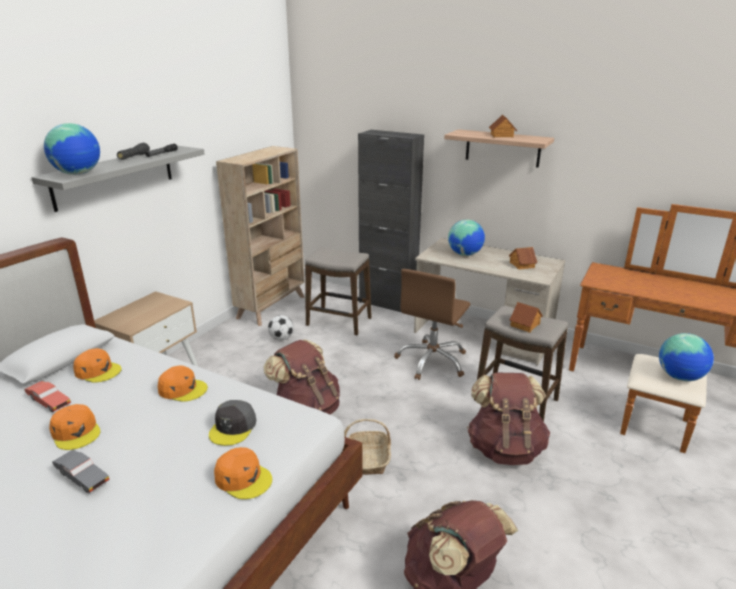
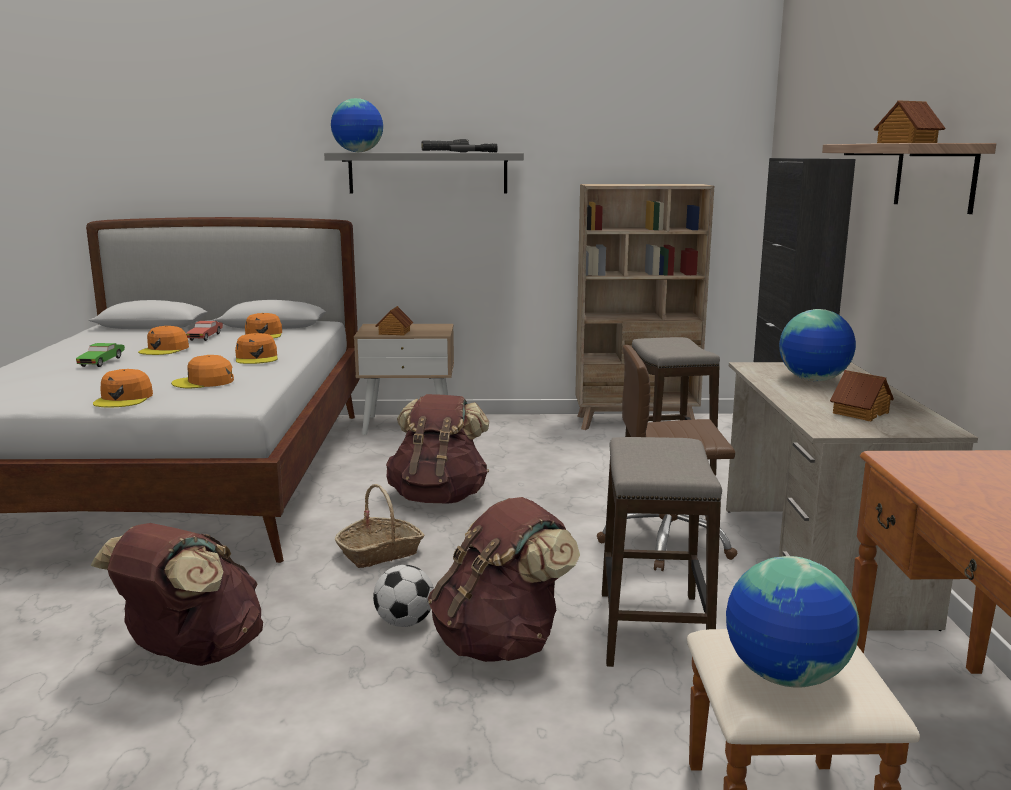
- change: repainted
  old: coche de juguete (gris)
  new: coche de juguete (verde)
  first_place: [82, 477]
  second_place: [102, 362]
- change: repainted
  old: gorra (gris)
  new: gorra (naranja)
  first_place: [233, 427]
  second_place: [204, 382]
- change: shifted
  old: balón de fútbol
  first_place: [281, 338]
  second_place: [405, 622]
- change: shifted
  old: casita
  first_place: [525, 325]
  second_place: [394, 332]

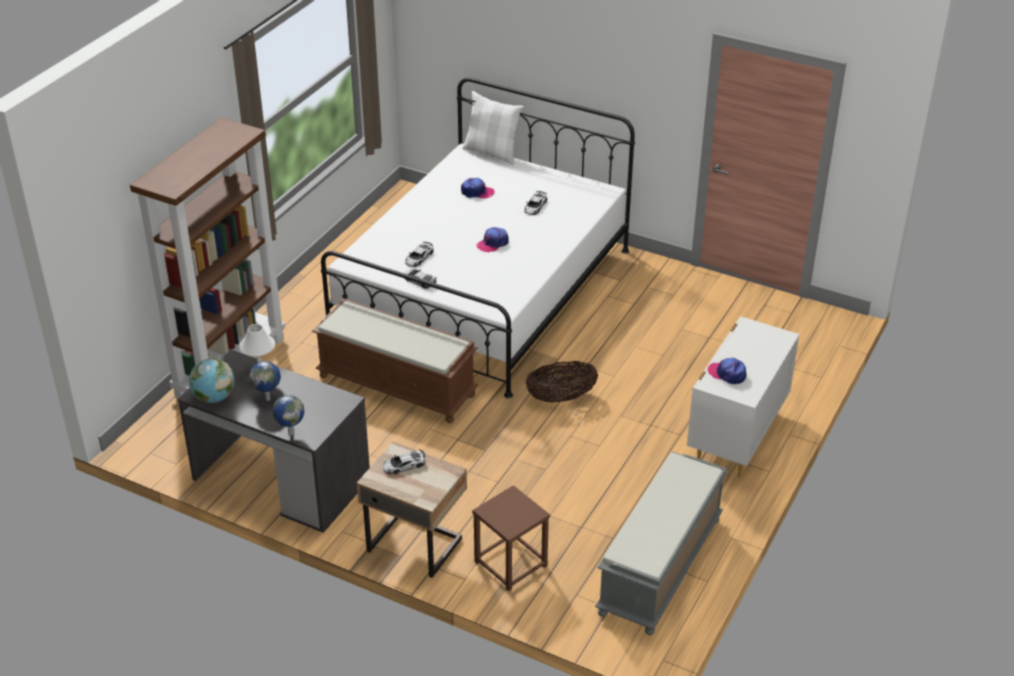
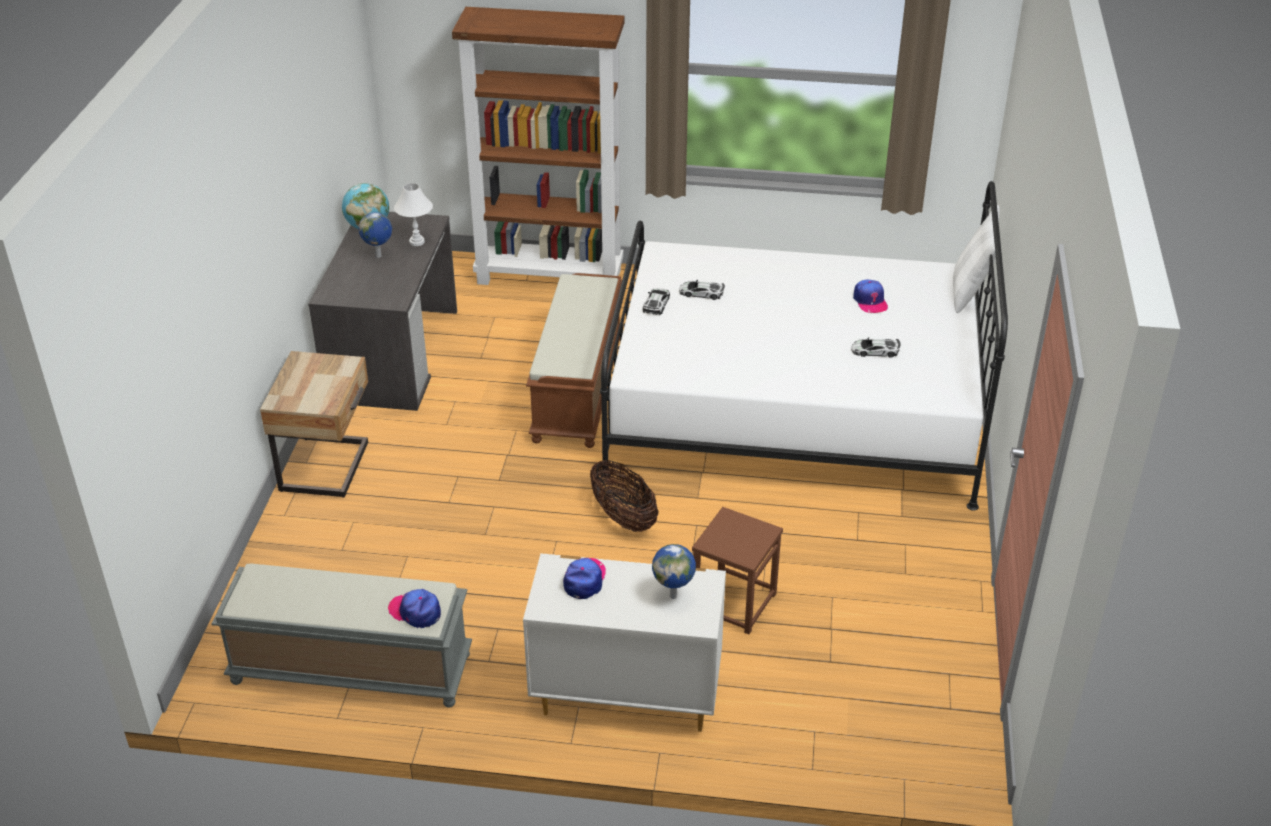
- change: shifted
  old: globo terráqueo
  first_place: [291, 433]
  second_place: [674, 596]
- change: gone
  old: coche de juguete
  first_place: [404, 465]
- change: shifted
  old: taburete (marrón)
  first_place: [510, 564]
  second_place: [733, 602]
- change: shifted
  old: gorra
  first_place: [492, 243]
  second_place: [415, 611]

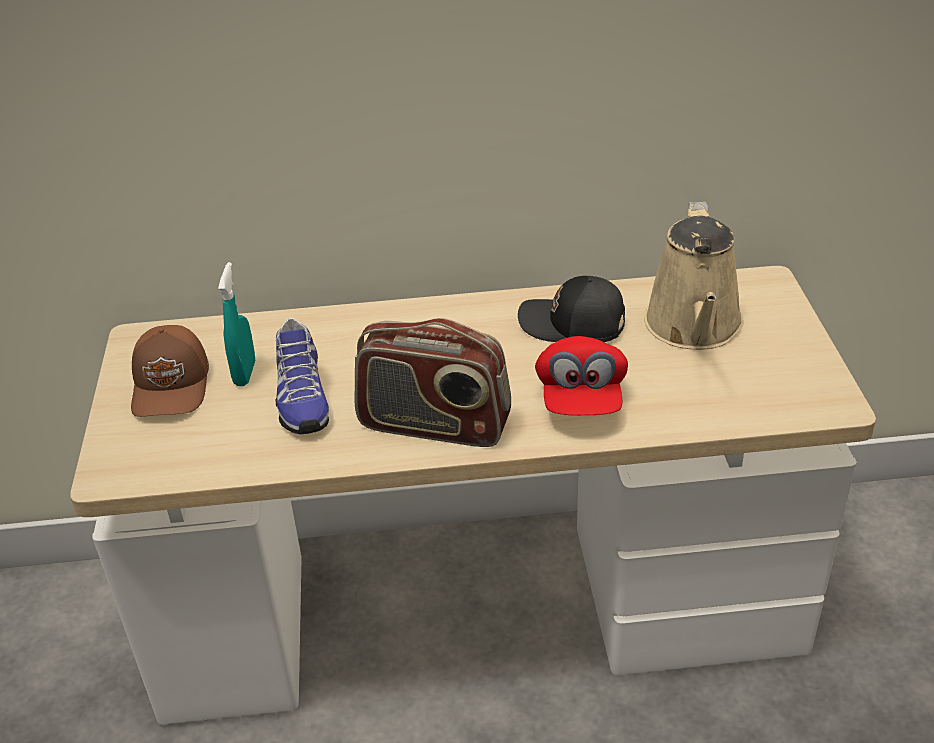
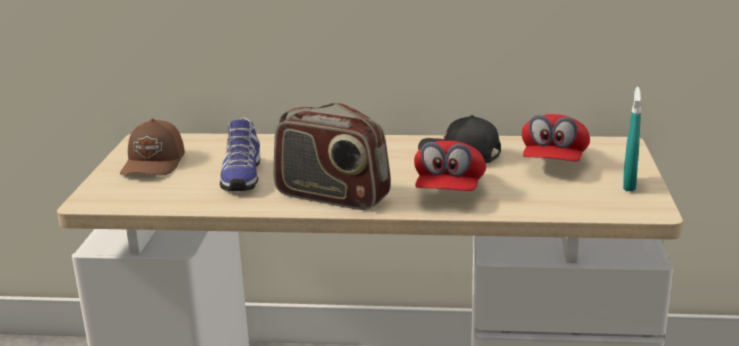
- change: shifted
  old: pulverizador (turquesa)
  first_place: [245, 373]
  second_place: [629, 184]
- change: swapped
  old: regadera (beis)
  new: gorra (rojo)
  first_place: [694, 327]
  second_place: [553, 163]

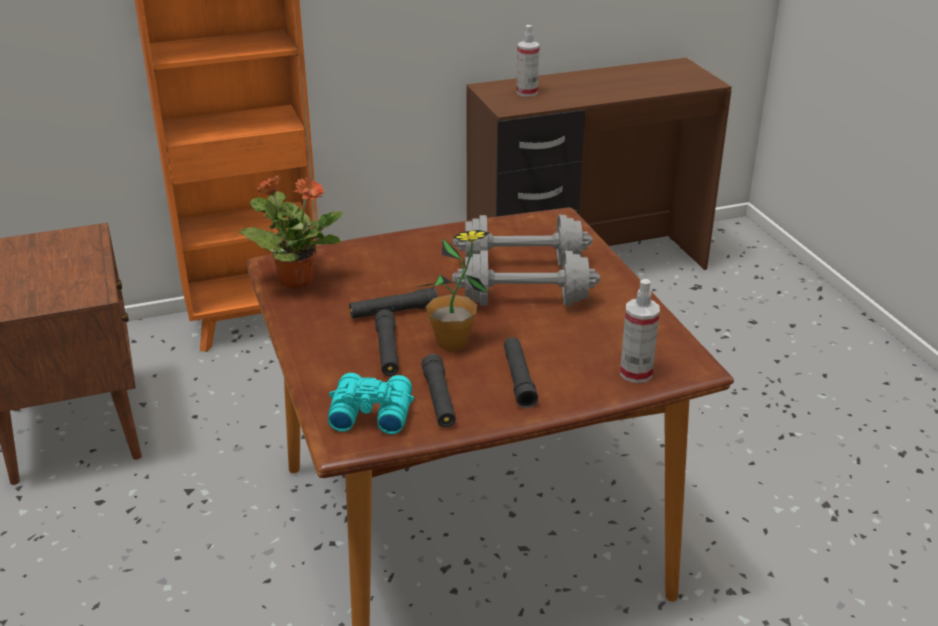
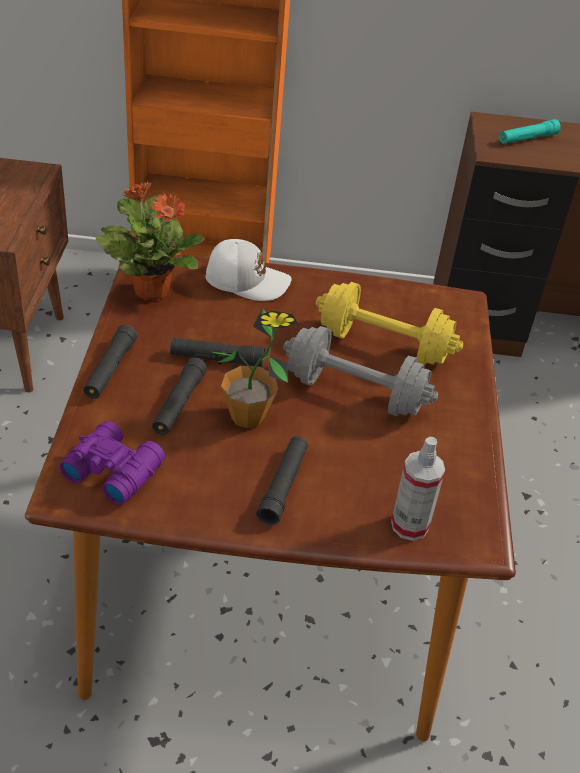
- change: repainted
  old: prismáticos (turquesa)
  new: prismáticos (morado)
  first_place: [370, 412]
  second_place: [113, 469]
- change: shifted
  old: linterna (negro)
  first_place: [439, 399]
  second_place: [110, 369]
- change: repainted
  old: mancuerna (gris)
  new: mancuerna (amarillo)
  first_place: [522, 263]
  second_place: [384, 345]
- change: swapped
  old: pulverizador
  new: linterna (turquesa)
  first_place: [527, 92]
  second_place: [527, 139]
- change: new
  new: gorra (blanco)
  second_place: [247, 280]

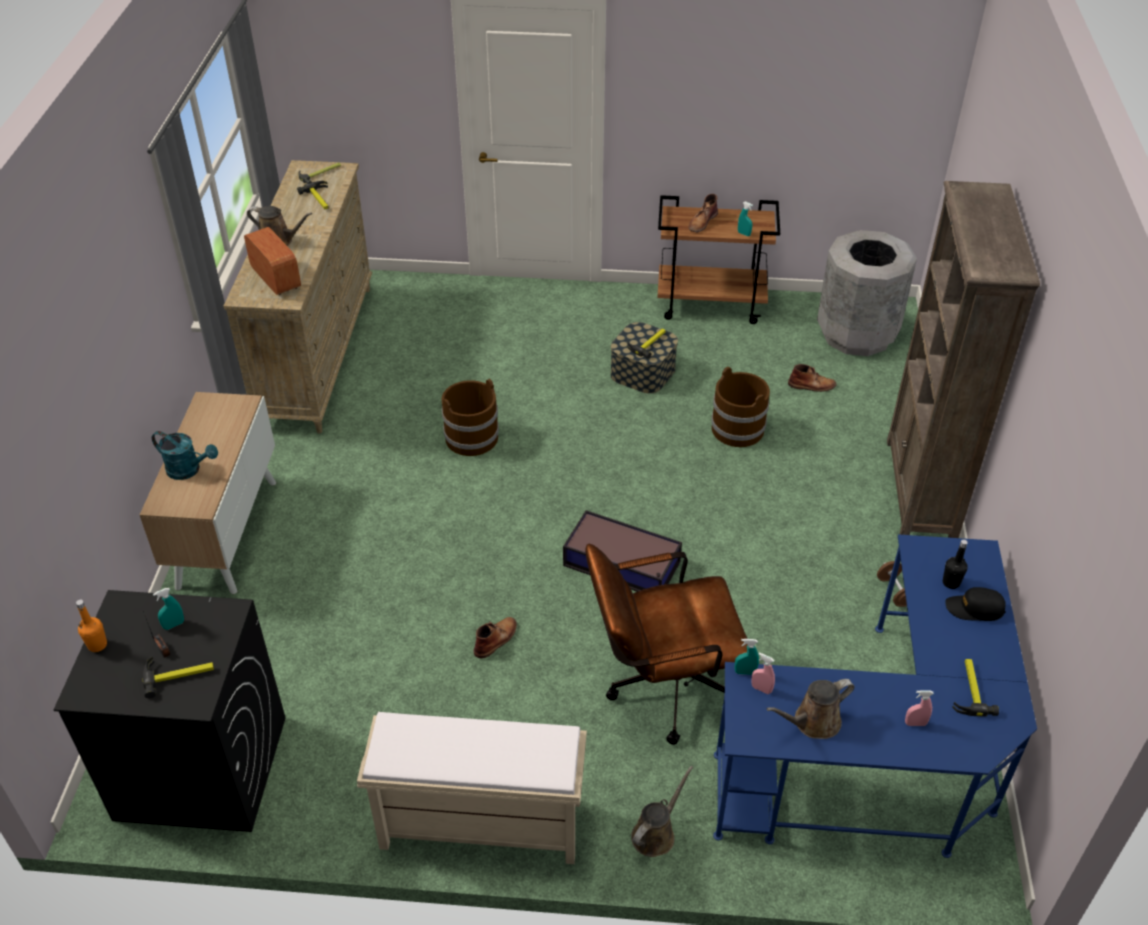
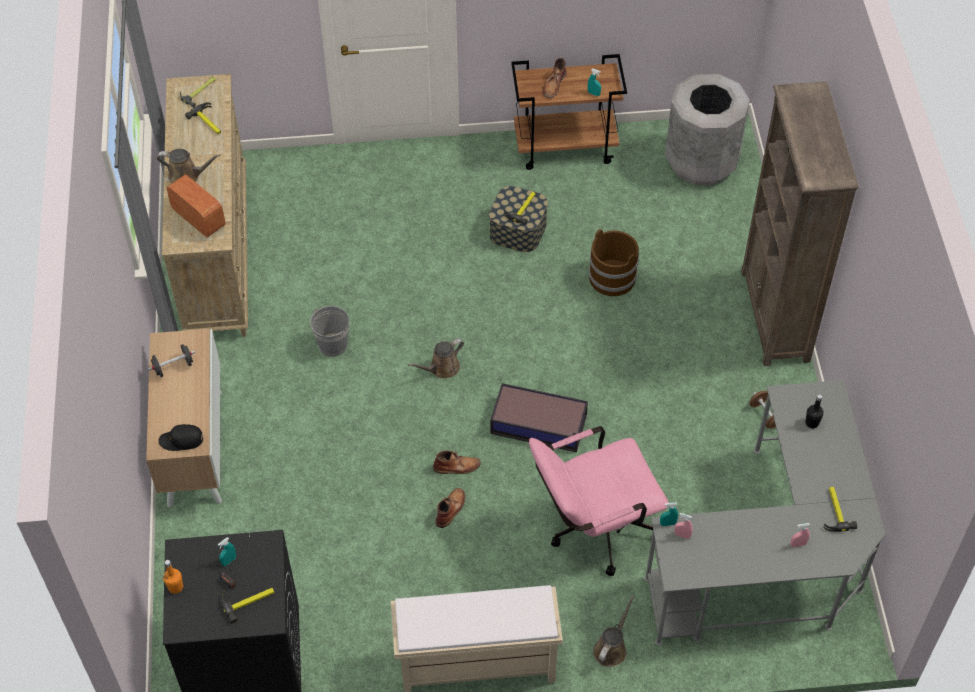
- change: gone
  old: regadera (turquesa)
  first_place: [189, 470]
- change: gone
  old: cubo (marrón)
  first_place: [472, 437]
- change: repainted
  old: silla de oficina (marrón)
  new: silla de oficina (rosa)
  first_place: [662, 687]
  second_place: [593, 529]
- change: repainted
  old: escritorio (azul)
  new: escritorio (gris)
  first_place: [881, 757]
  second_place: [771, 559]
- change: shifted
  old: regadera (marrón)
  first_place: [813, 722]
  second_place: [442, 368]
- change: shifted
  old: bota (marrón)
  first_place: [812, 385]
  second_place: [457, 466]
- change: shifted
  old: gorra (negro)
  first_place: [974, 609]
  second_place: [181, 440]
- change: new
  new: mancuerna (negro)
  second_place: [173, 367]
- change: new
  new: cubo (gris)
  second_place: [332, 344]

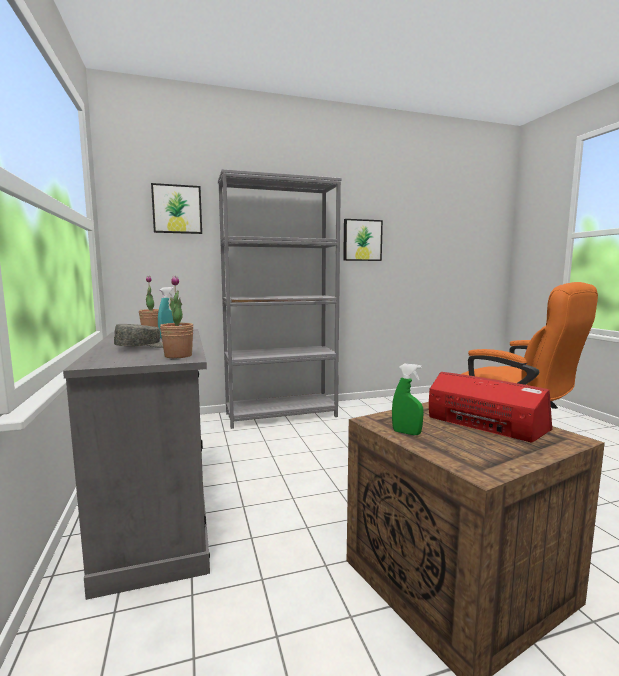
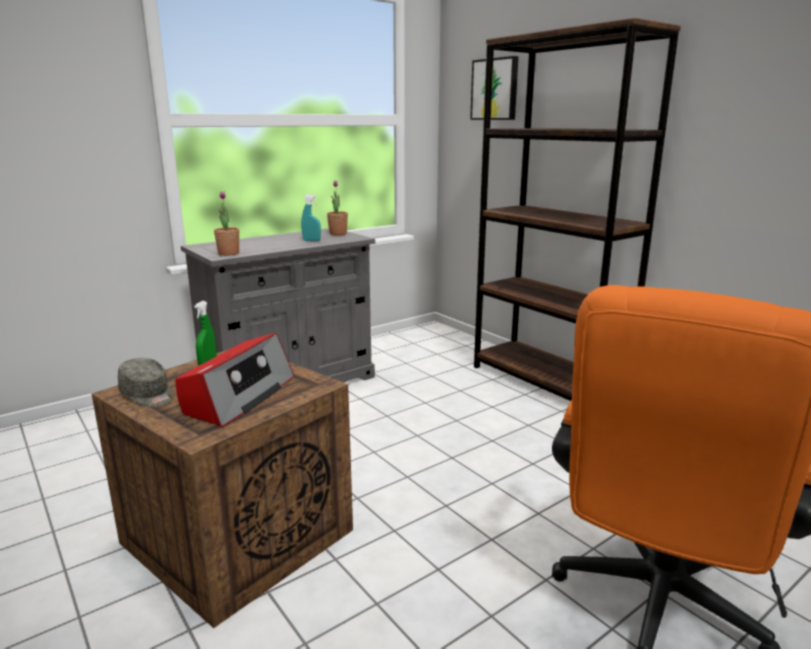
- change: shifted
  old: gorra (gris)
  first_place: [143, 347]
  second_place: [148, 395]
- change: repainted
  old: estantería (gris)
  new: estantería (marrón)
  first_place: [281, 415]
  second_place: [547, 383]
- change: gone
  old: cuadro
  first_place: [362, 240]

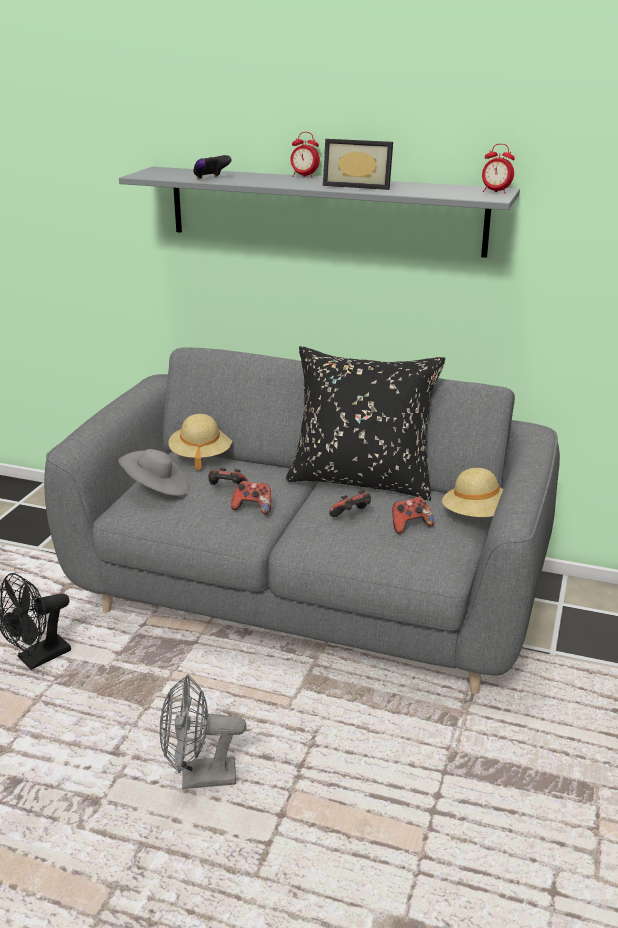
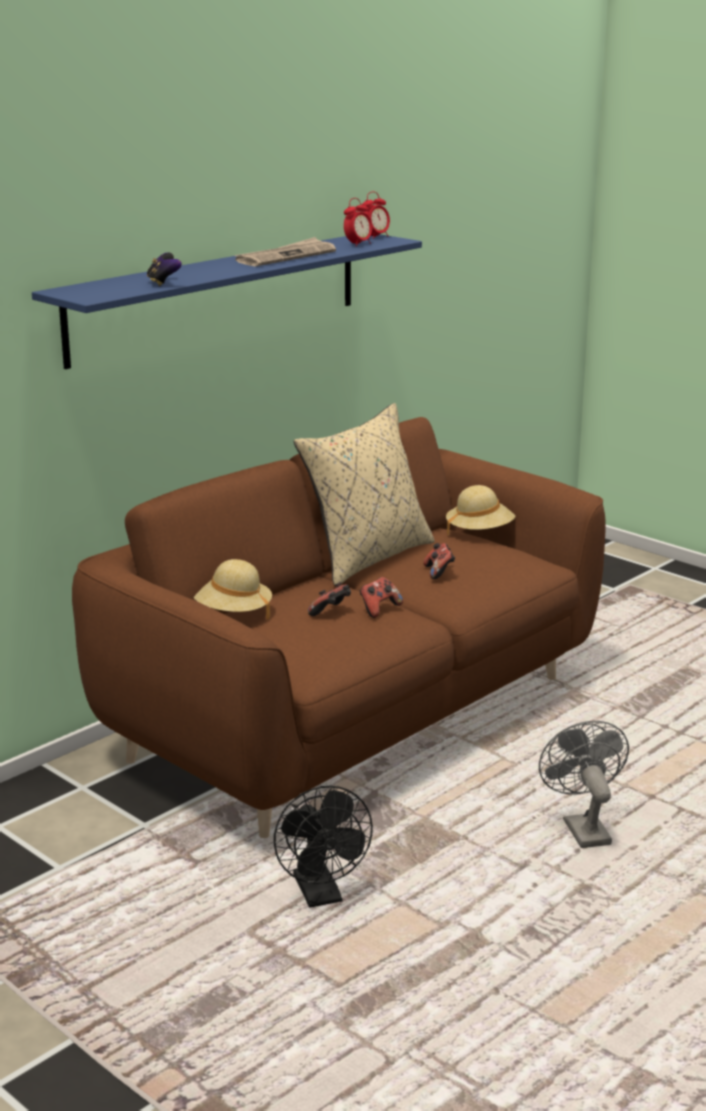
- change: repainted
  old: sofá (gris)
  new: sofá (marrón)
  first_place: [309, 600]
  second_place: [352, 717]
- change: gone
  old: sombrero (gris)
  first_place: [156, 489]
- change: repainted
  old: estante (gris)
  new: estante (azul)
  first_place: [324, 210]
  second_place: [217, 296]
- change: rotated
  old: ventilador (gris)
  first_place: [199, 778]
  second_place: [582, 828]
  degrees: 150
- change: repainted
  old: cojín (negro)
  new: cojín (beis)
  first_place: [362, 480]
  second_place: [366, 558]
- change: shifted
  old: despertador
  first_place: [304, 176]
  second_place: [358, 244]
- change: swapped
  old: portarretratos
  new: periódico
  first_place: [358, 186]
  second_place: [285, 256]
- change: gone
  old: mando de consola
  first_place: [410, 525]

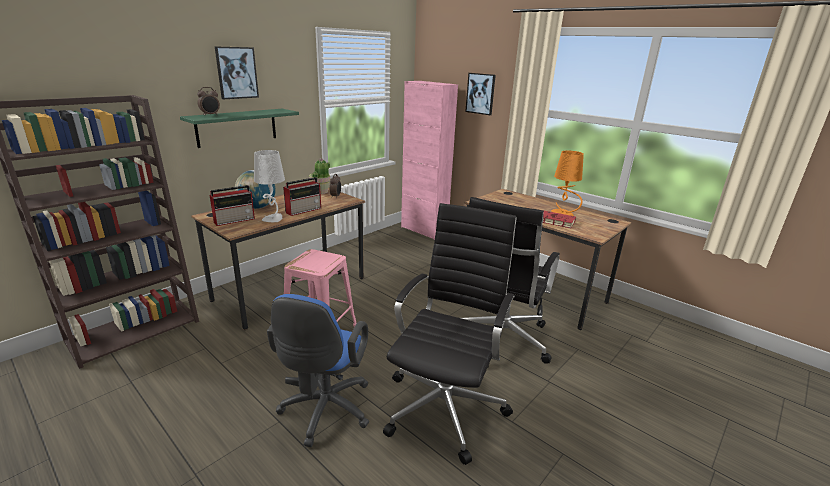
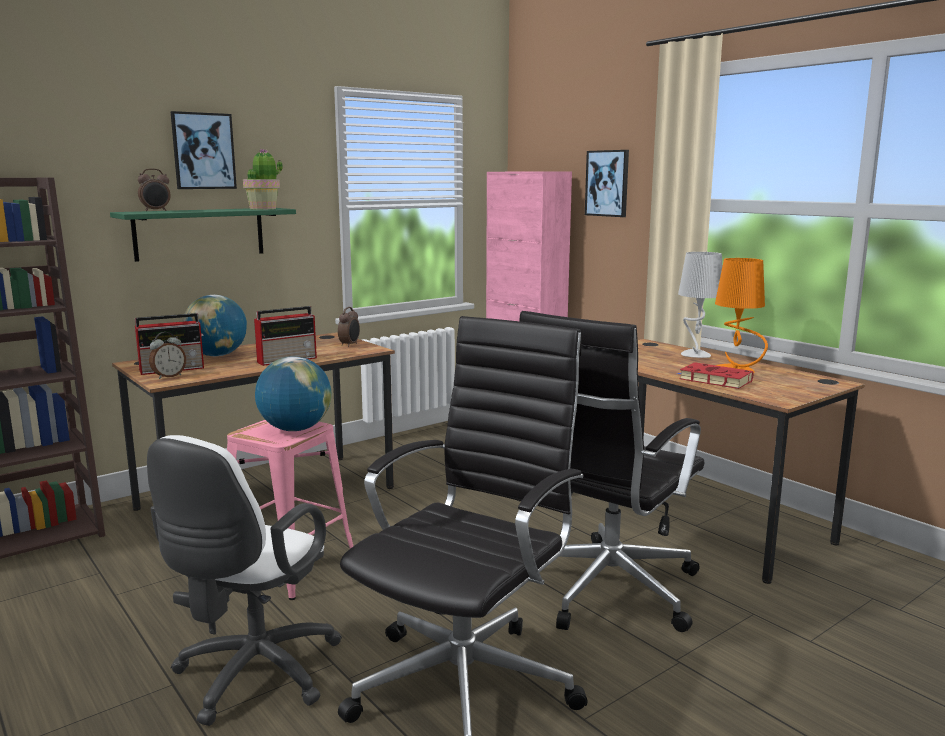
- change: shifted
  old: lámpara de mesa (gris)
  first_place: [273, 219]
  second_place: [695, 355]
- change: repainted
  old: silla de oficina (azul)
  new: silla de oficina (blanco)
  first_place: [324, 412]
  second_place: [252, 677]
- change: shifted
  old: planta en maceta
  first_place: [321, 191]
  second_place: [263, 208]
- change: new
  new: despertador
  second_place: [168, 376]
- change: new
  new: globo terráqueo
  second_place: [295, 429]

